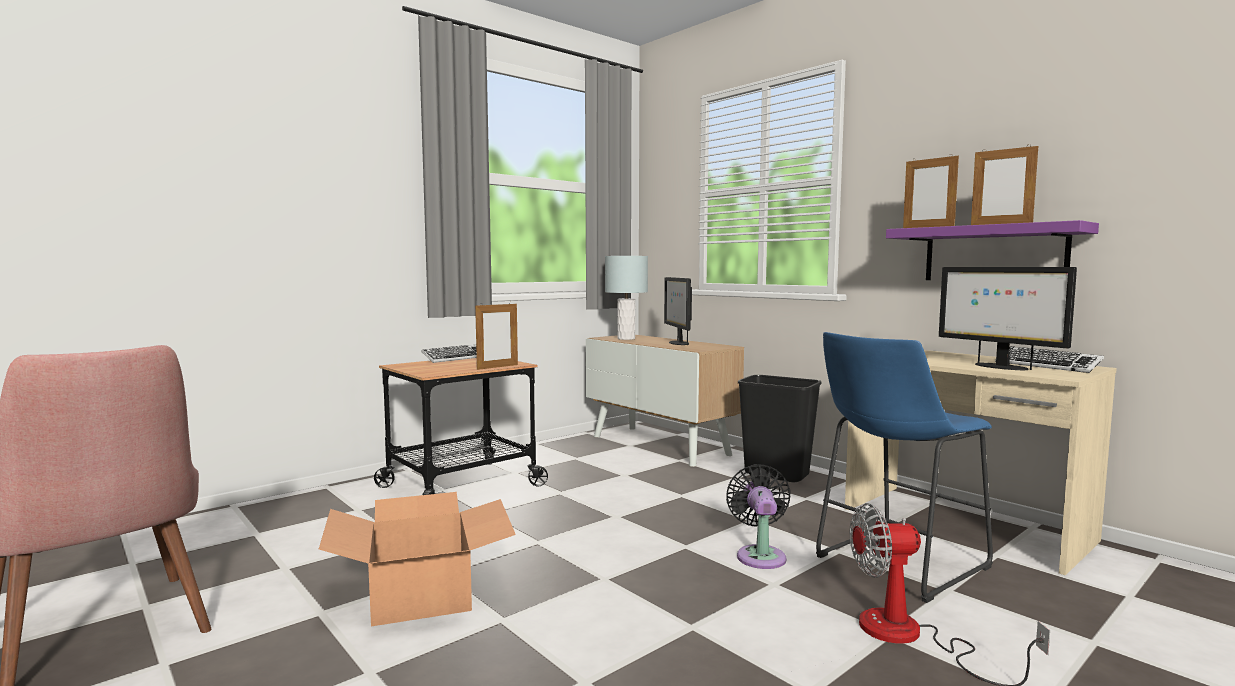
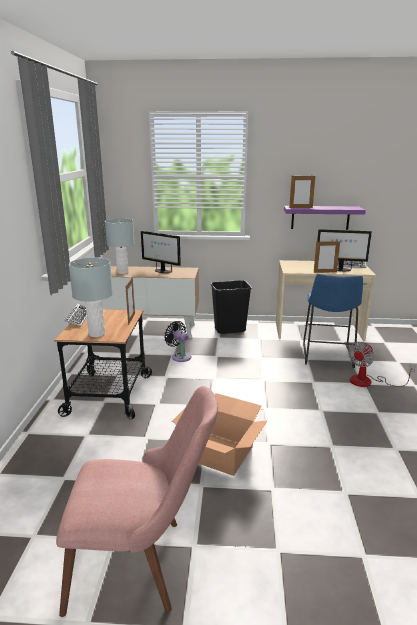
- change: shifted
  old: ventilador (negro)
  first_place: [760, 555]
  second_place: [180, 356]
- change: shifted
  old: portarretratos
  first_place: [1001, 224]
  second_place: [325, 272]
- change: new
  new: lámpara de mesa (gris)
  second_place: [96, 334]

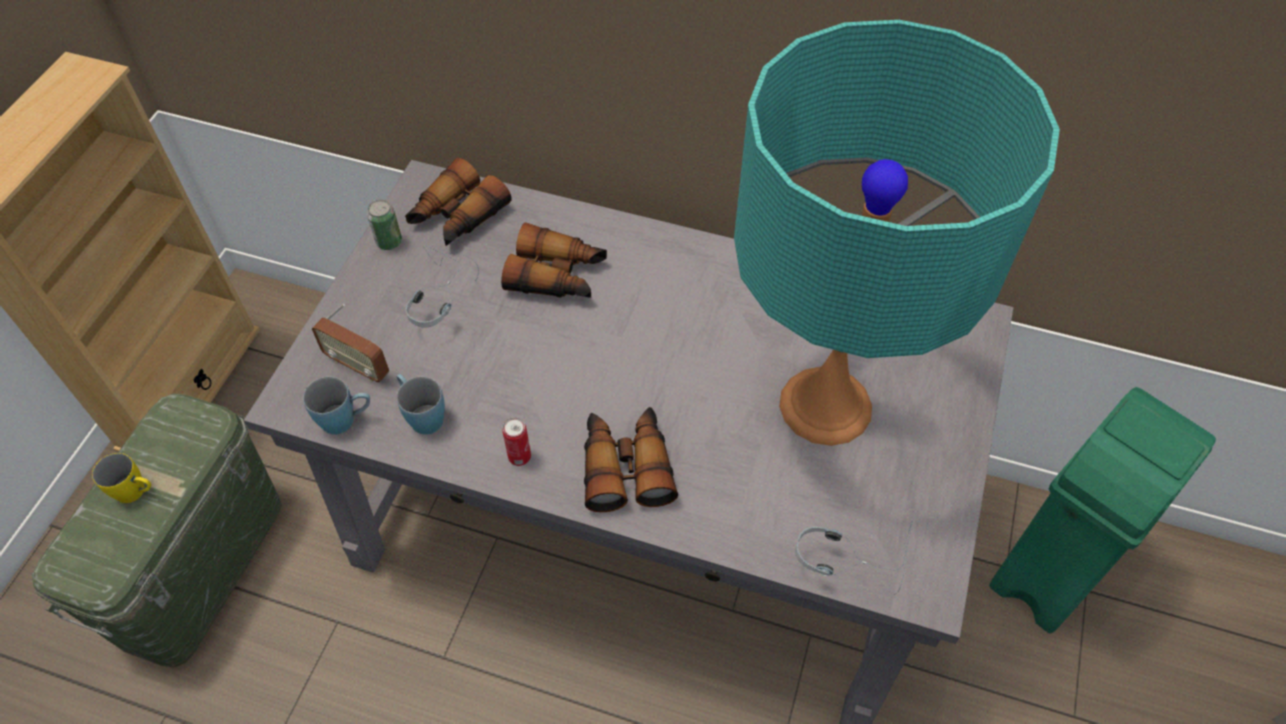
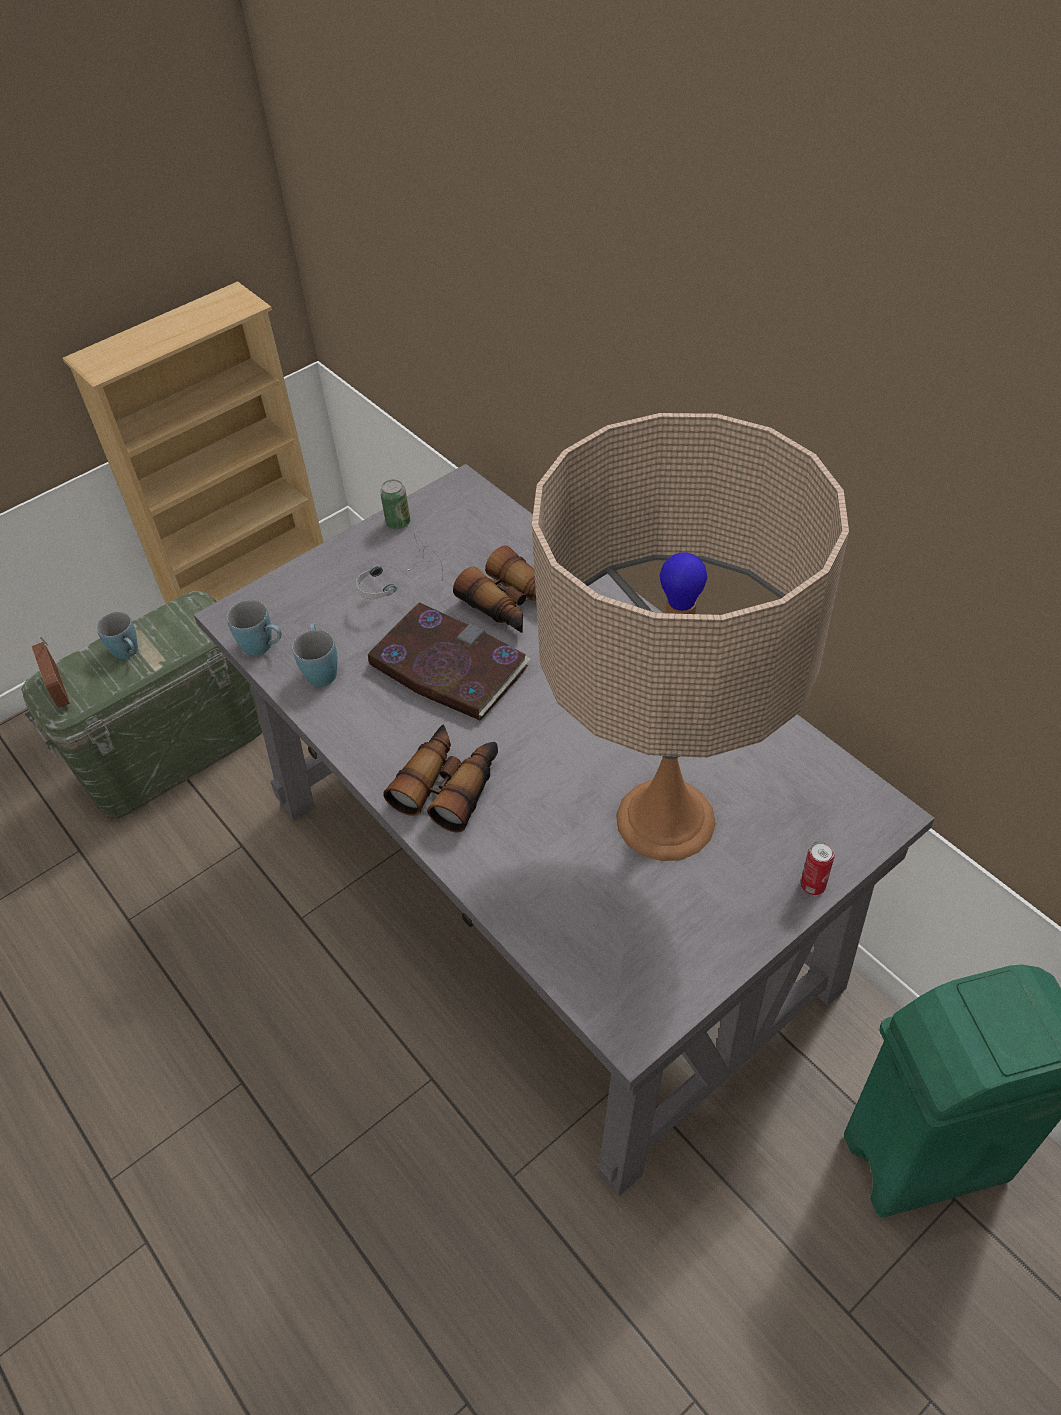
- change: repainted
  old: taza grande (amarillo)
  new: taza grande (azul)
  first_place: [137, 492]
  second_place: [129, 653]
- change: shifted
  old: radio
  first_place: [358, 366]
  second_place: [60, 690]
- change: gone
  old: prismáticos
  first_place: [457, 217]
- change: shifted
  old: lata
  first_place: [519, 457]
  second_place: [812, 886]
- change: repainted
  old: lámpara de mesa (turquesa)
  new: lámpara de mesa (beis)
  first_place: [825, 405]
  second_place: [665, 819]
- change: gone
  old: auriculares
  first_place: [847, 555]
- change: new
  new: libro
  second_place: [447, 667]

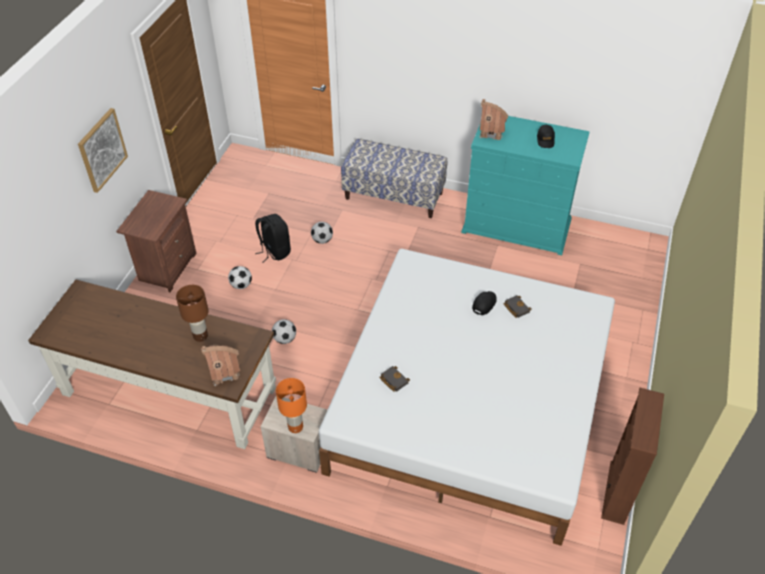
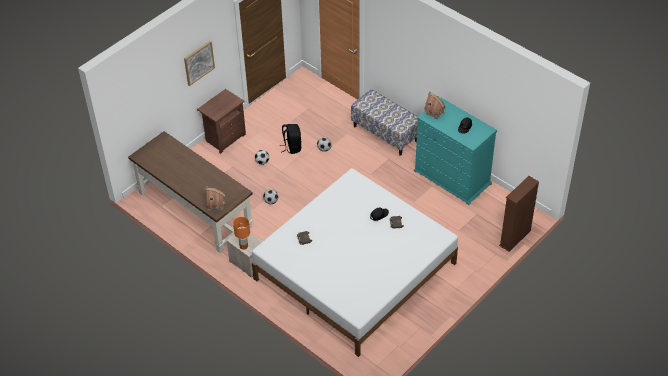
- change: gone
  old: lámpara de mesa (marrón)
  first_place: [200, 336]
- change: shifted
  old: estantería (marrón)
  first_place: [617, 492]
  second_place: [515, 238]

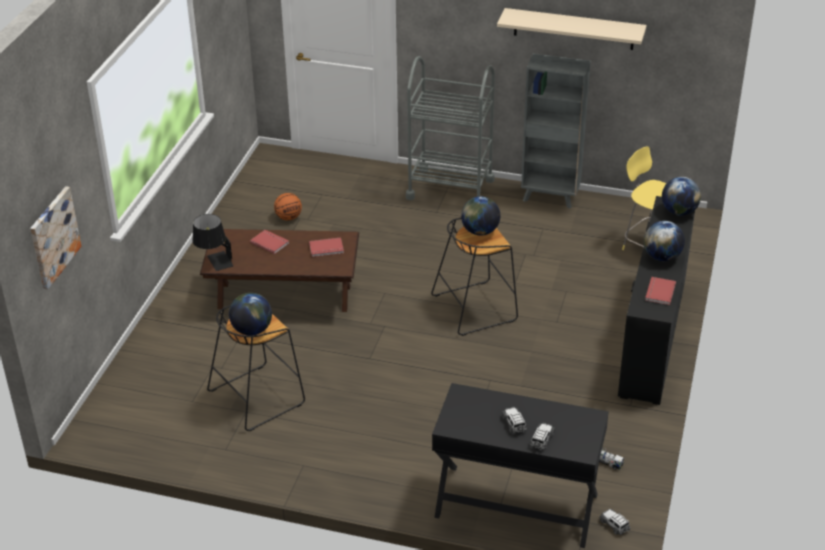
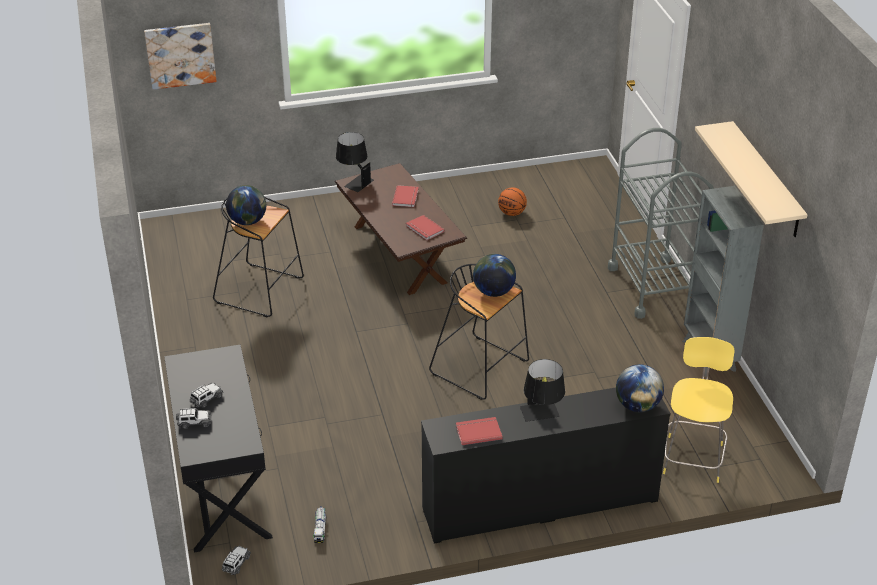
- change: swapped
  old: globo terráqueo
  new: lámpara de mesa (negro)
  first_place: [662, 257]
  second_place: [542, 416]

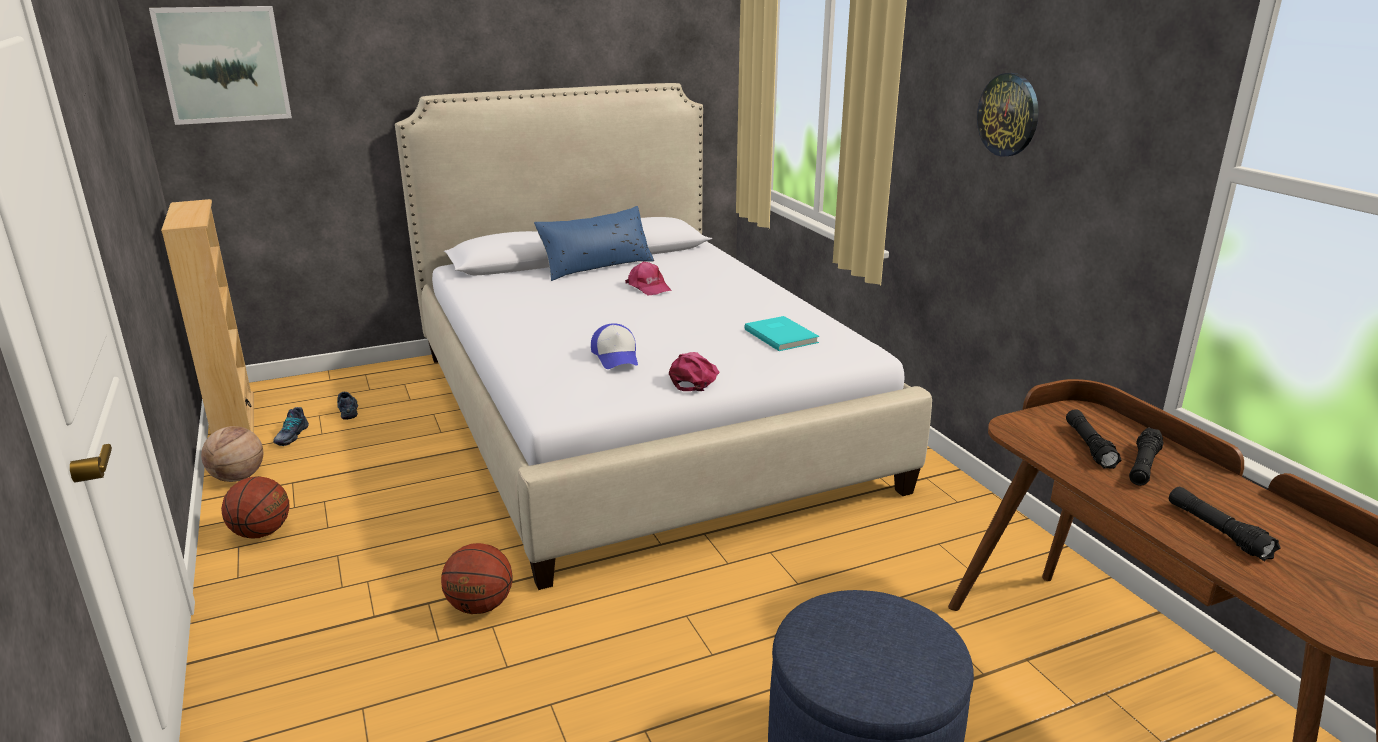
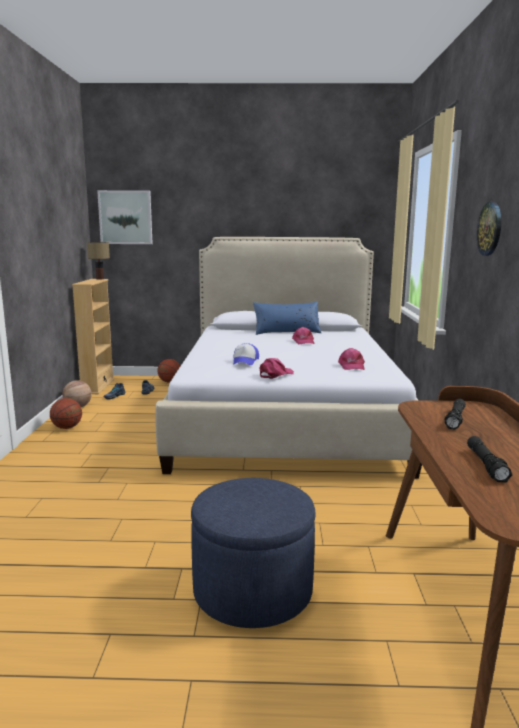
- change: shifted
  old: balón de baloncesto
  first_place: [480, 606]
  second_place: [169, 382]
- change: swapped
  old: libro (turquesa)
  new: gorra (rosa)
  first_place: [782, 335]
  second_place: [351, 366]
- change: gone
  old: linterna (negro)
  first_place: [1143, 466]
- change: new
  new: lámpara de mesa
  second_place: [100, 279]

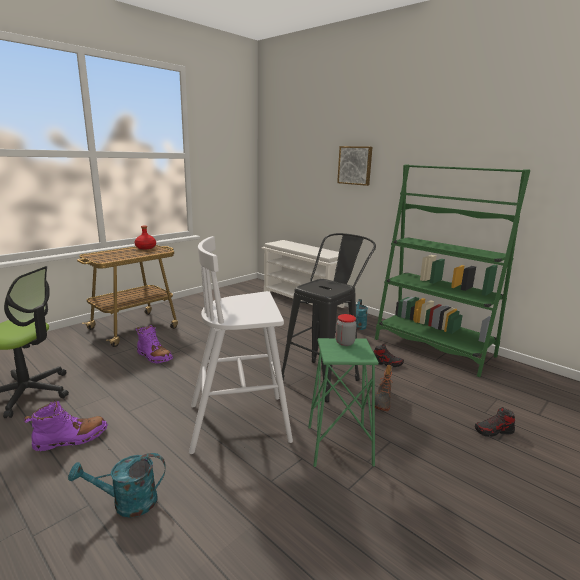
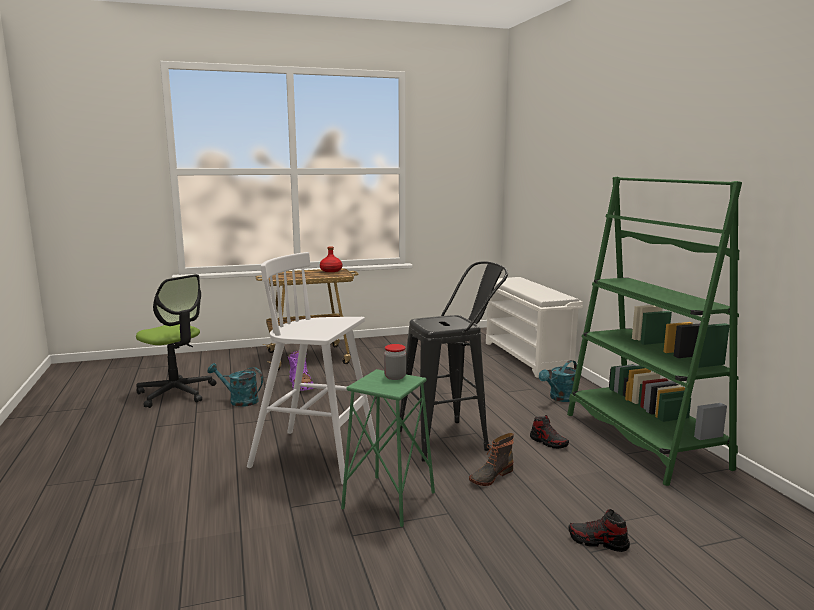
- change: gone
  old: bota (morado)
  first_place: [71, 439]
- change: shifted
  old: regadera (turquesa)
  first_place: [127, 503]
  second_place: [239, 401]
- change: gone
  old: cuadro
  first_place: [355, 165]

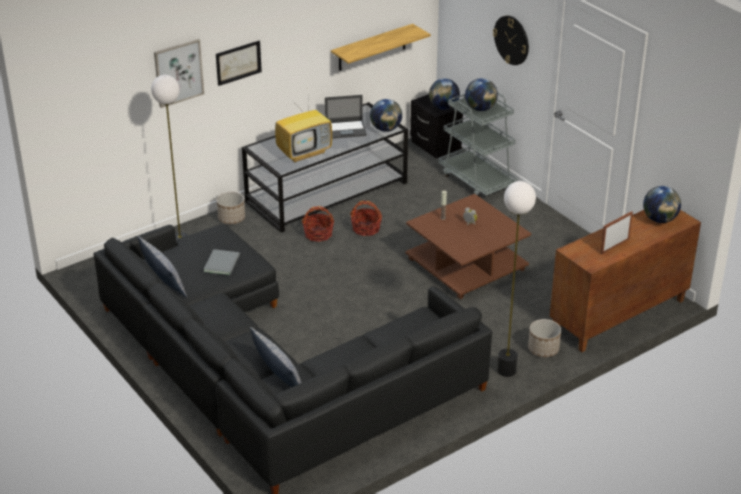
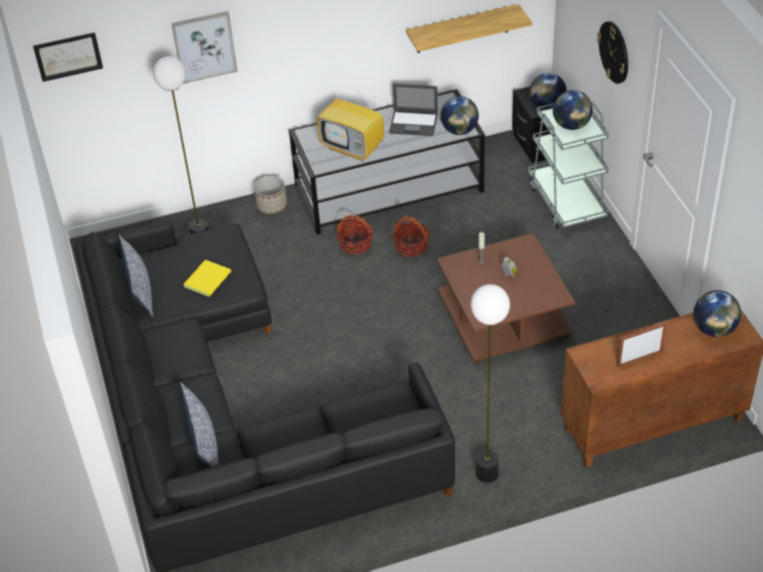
- change: repainted
  old: libro (gris)
  new: libro (amarillo)
  first_place: [223, 263]
  second_place: [209, 279]
- change: shifted
  old: cuadro
  first_place: [238, 62]
  second_place: [68, 56]
- change: rotated
  old: televisor
  first_place: [305, 153]
  second_place: [354, 148]
  degrees: 45
- change: gone
  old: maceta
  first_place: [543, 349]

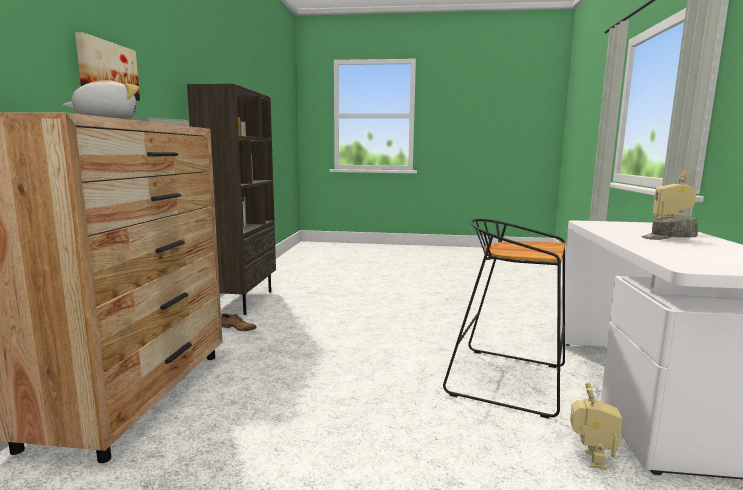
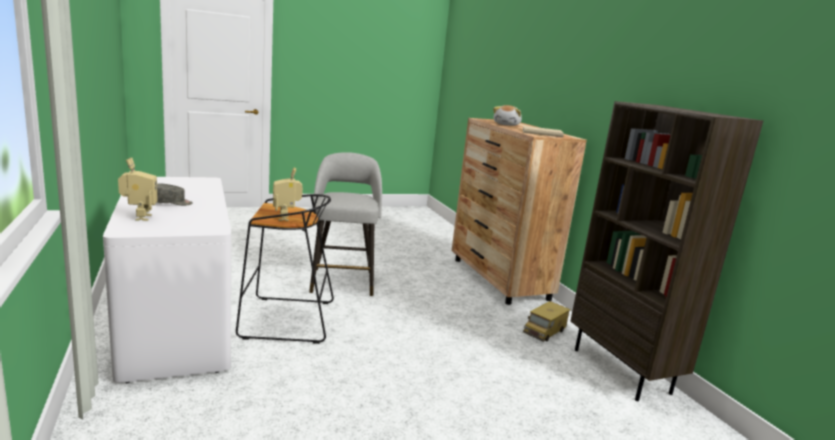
- change: gone
  old: cuadro
  first_place: [107, 69]
- change: swapped
  old: zapato
  new: camión de juguete
  first_place: [238, 328]
  second_place: [545, 331]
- change: shifted
  old: robot de juguete
  first_place: [590, 459]
  second_place: [286, 218]
- change: new
  new: taburete (gris)
  second_place: [342, 281]

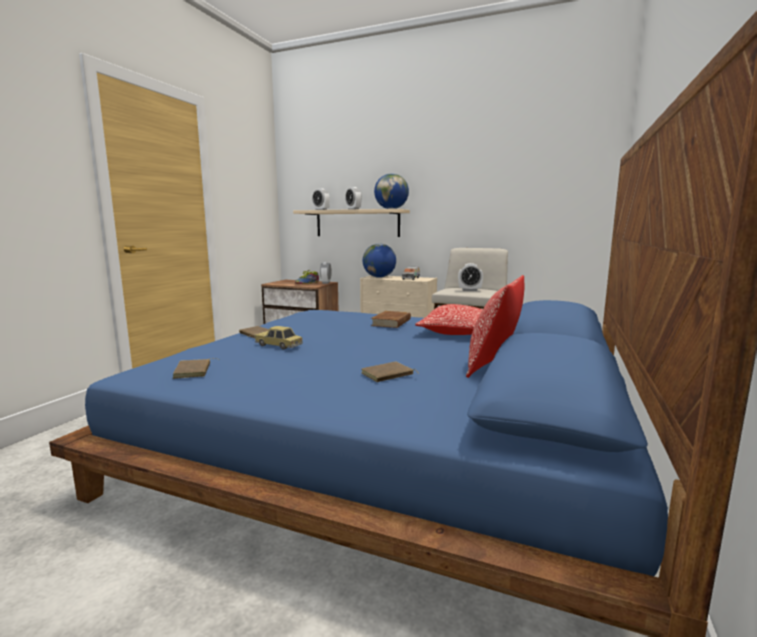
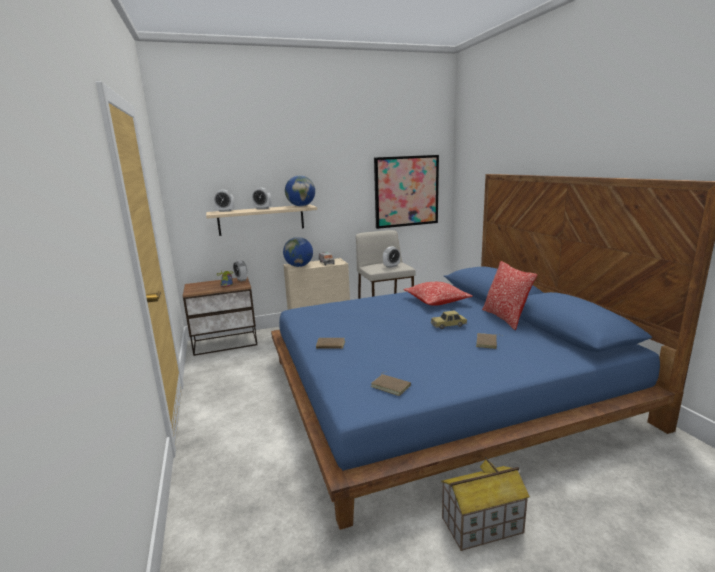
- change: shifted
  old: coche de juguete
  first_place: [279, 345]
  second_place: [448, 325]
- change: gone
  old: libro (marrón)
  first_place: [391, 322]
- change: new
  new: cuadro
  second_place: [406, 191]
- change: new
  new: casita
  second_place: [481, 525]

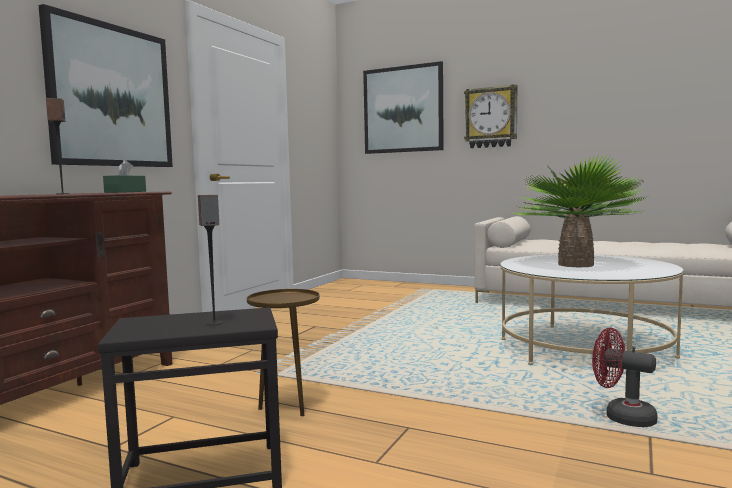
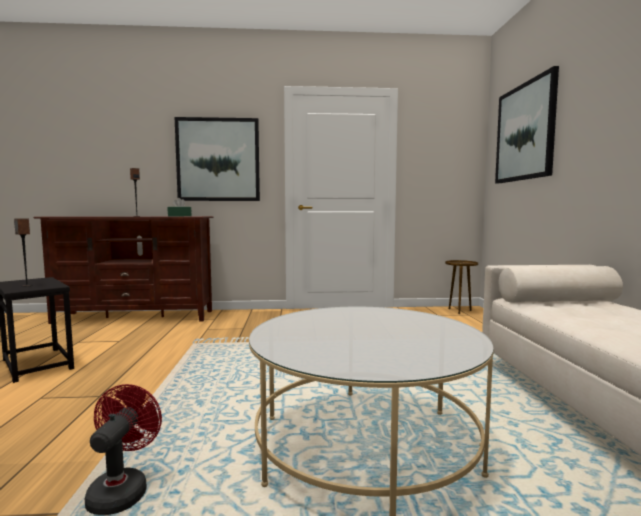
- change: shifted
  old: mesa auxiliar (marrón)
  first_place: [287, 406]
  second_place: [459, 311]
- change: gone
  old: reloj de pared
  first_place: [491, 117]
- change: gone
  old: planta en maceta
  first_place: [575, 264]

